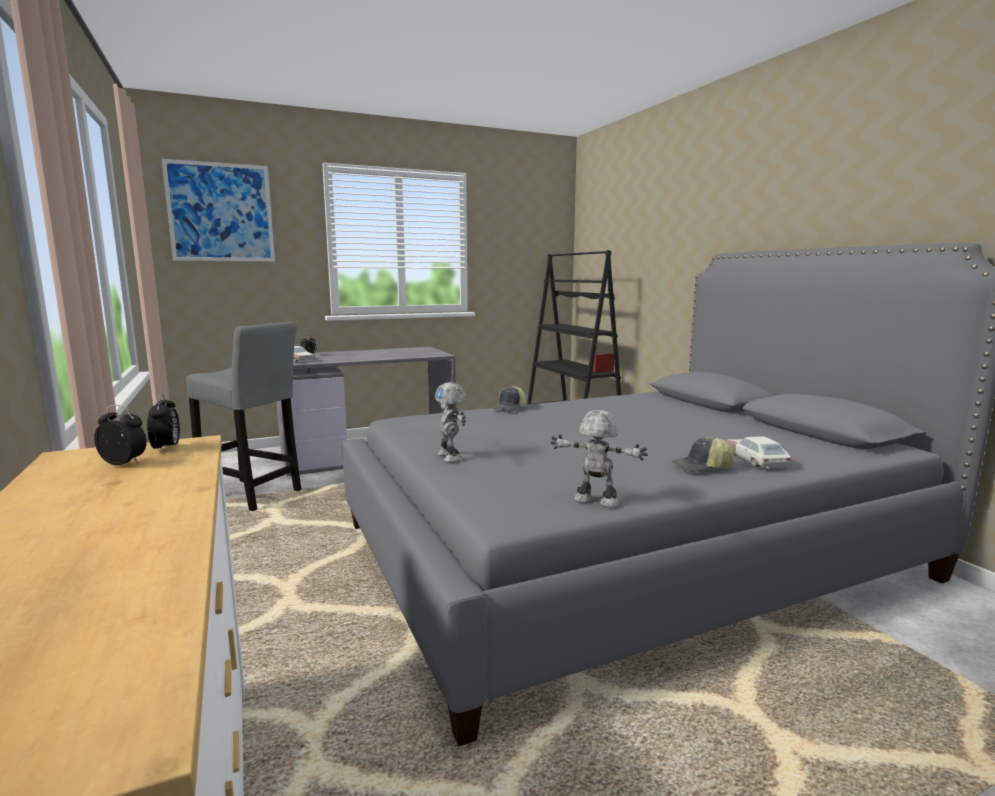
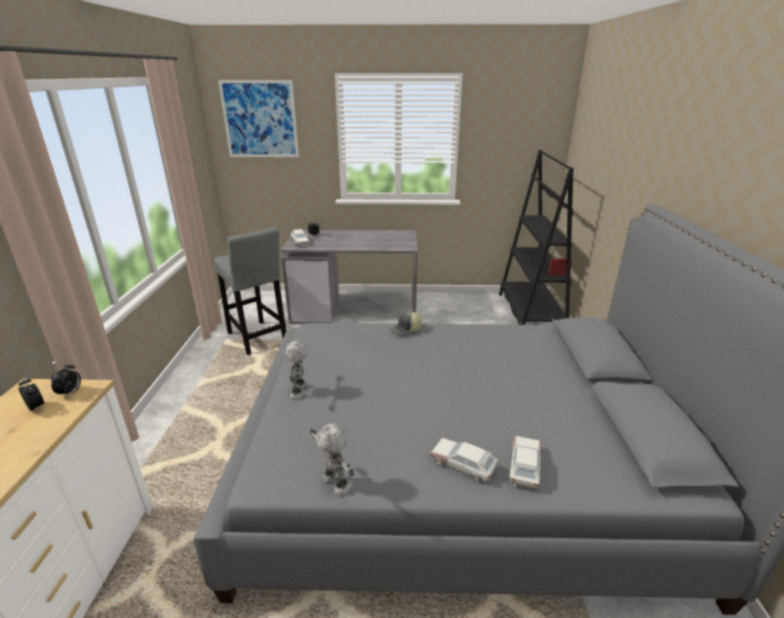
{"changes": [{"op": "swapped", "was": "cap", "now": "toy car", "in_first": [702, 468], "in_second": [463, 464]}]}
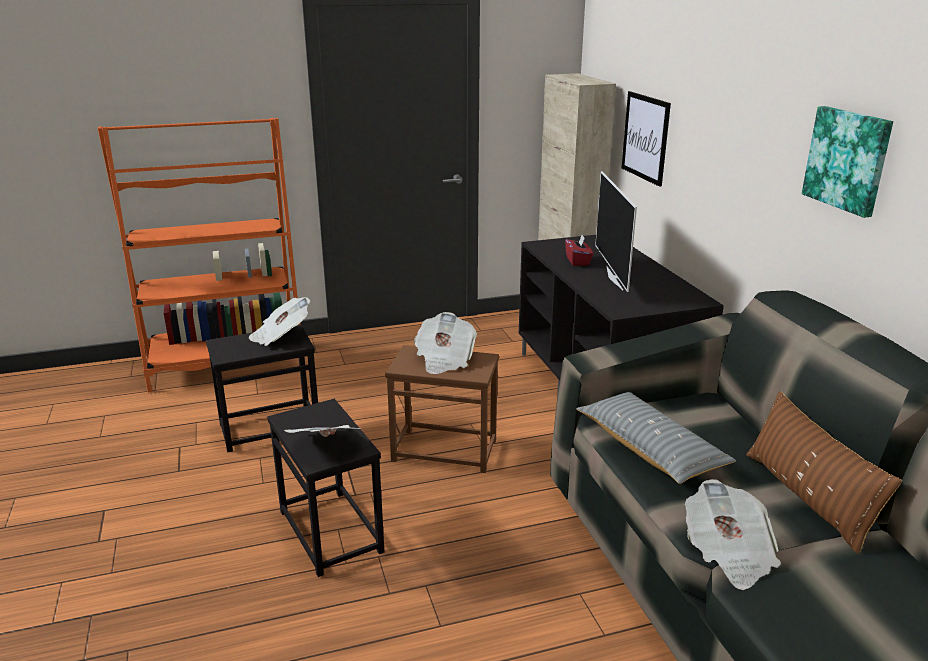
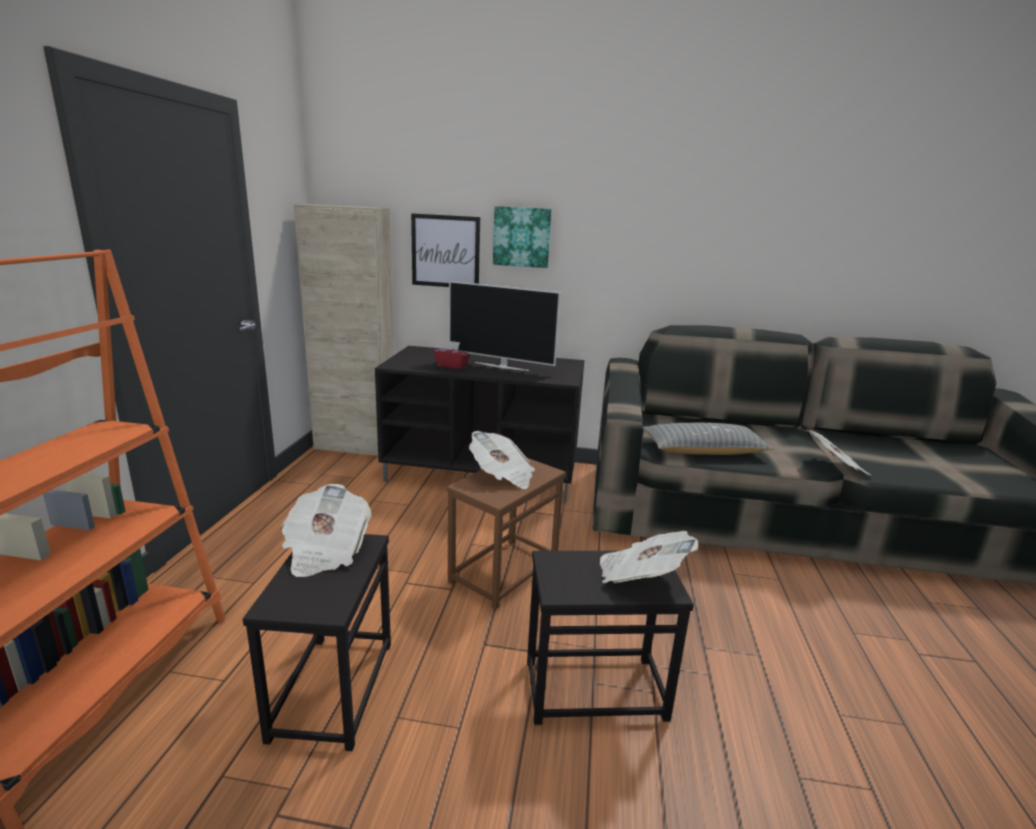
{"changes": [{"op": "shifted", "was": "picture", "in_first": [848, 160], "in_second": [522, 237]}, {"op": "gone", "was": "brown pillow", "in_first": [807, 497]}]}
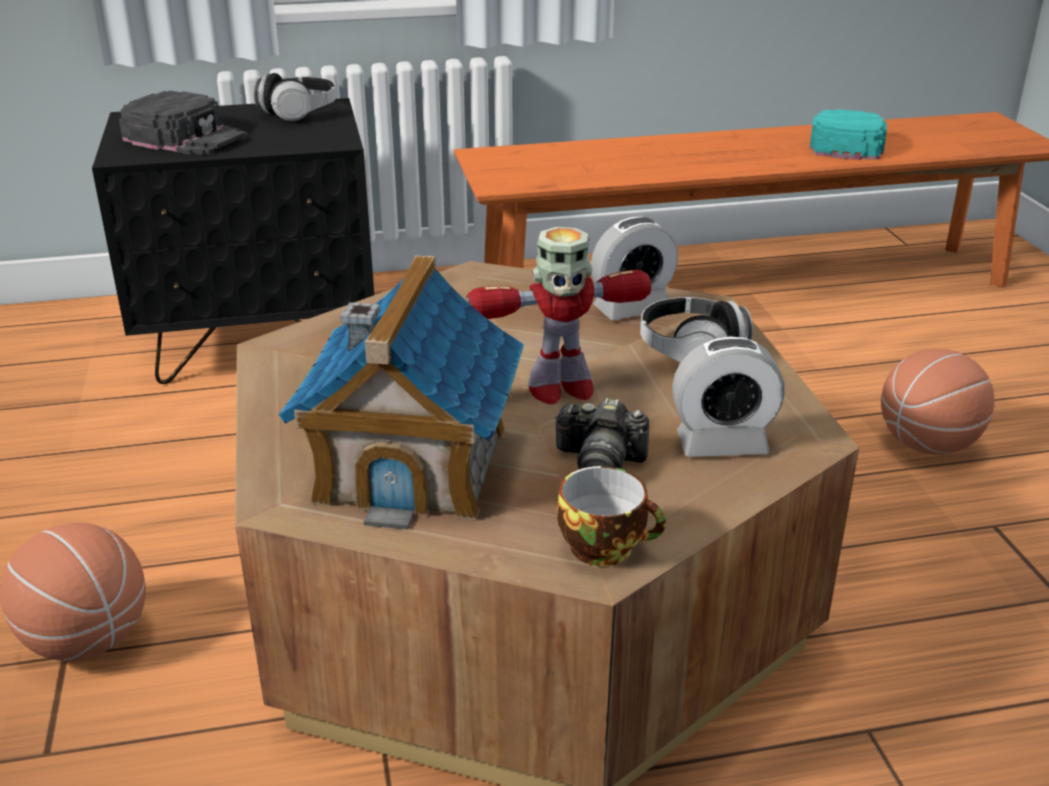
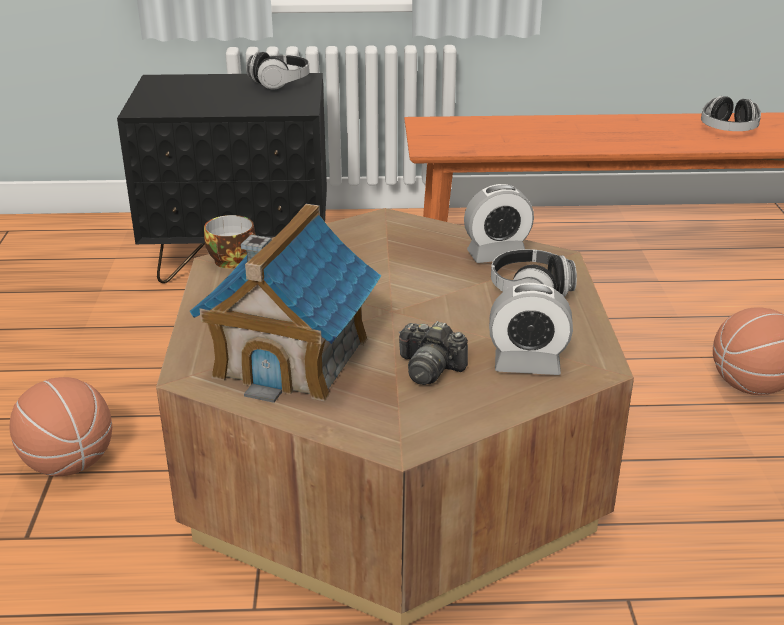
{"changes": [{"op": "shifted", "was": "cup", "in_first": [606, 546], "in_second": [235, 260]}, {"op": "swapped", "was": "turquoise cap", "now": "headphones", "in_first": [845, 143], "in_second": [728, 131]}, {"op": "gone", "was": "black cap", "in_first": [186, 137]}, {"op": "gone", "was": "toy robot", "in_first": [559, 388]}]}
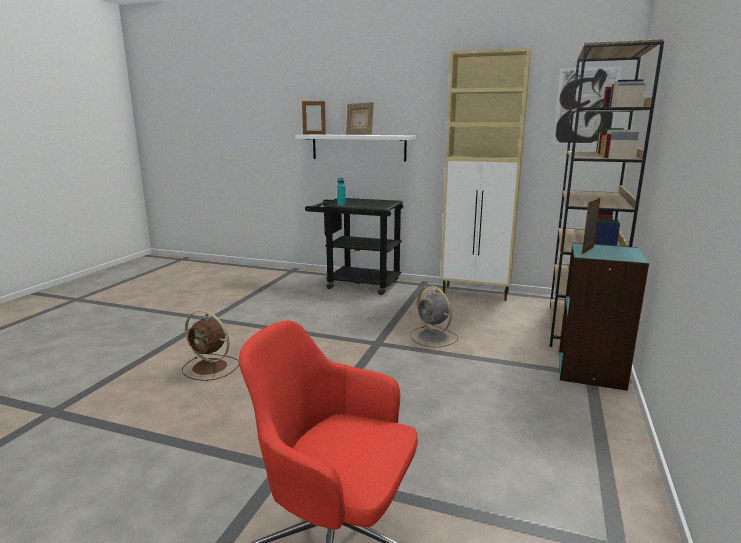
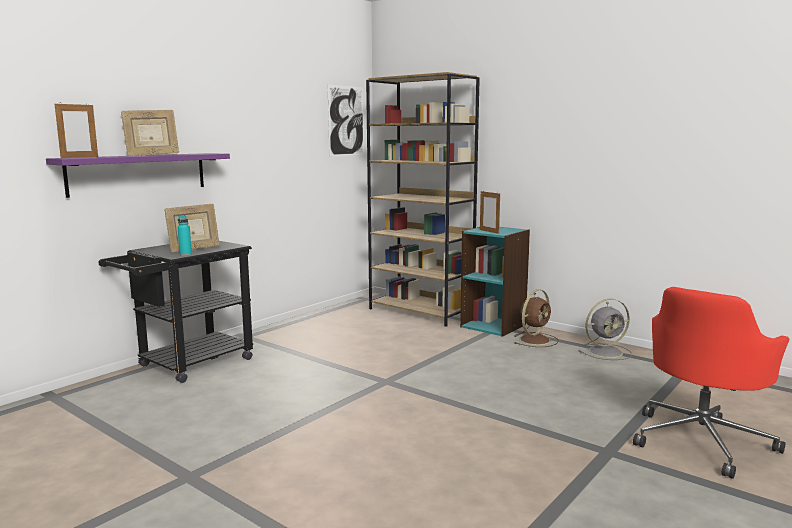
{"changes": [{"op": "repainted", "was": "white shelf", "now": "purple shelf", "in_first": [358, 147], "in_second": [139, 173]}, {"op": "new", "now": "picture frame", "in_second": [194, 249]}, {"op": "shifted", "was": "brown fan", "in_first": [211, 368], "in_second": [535, 339]}, {"op": "shifted", "was": "grey fan", "in_first": [433, 337], "in_second": [607, 352]}, {"op": "gone", "was": "beige cabinet", "in_first": [476, 293]}]}
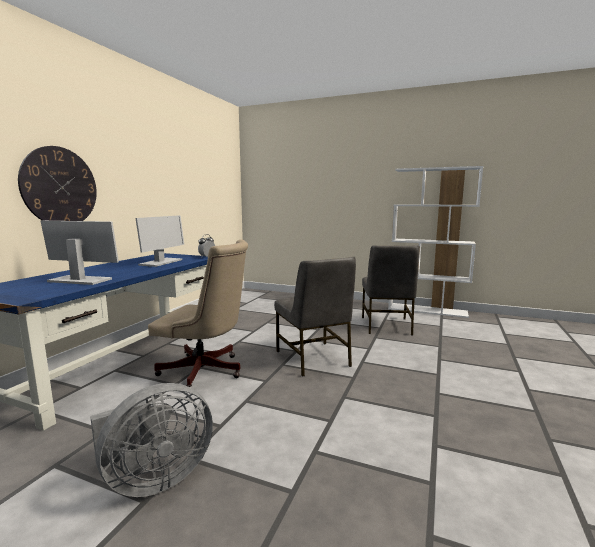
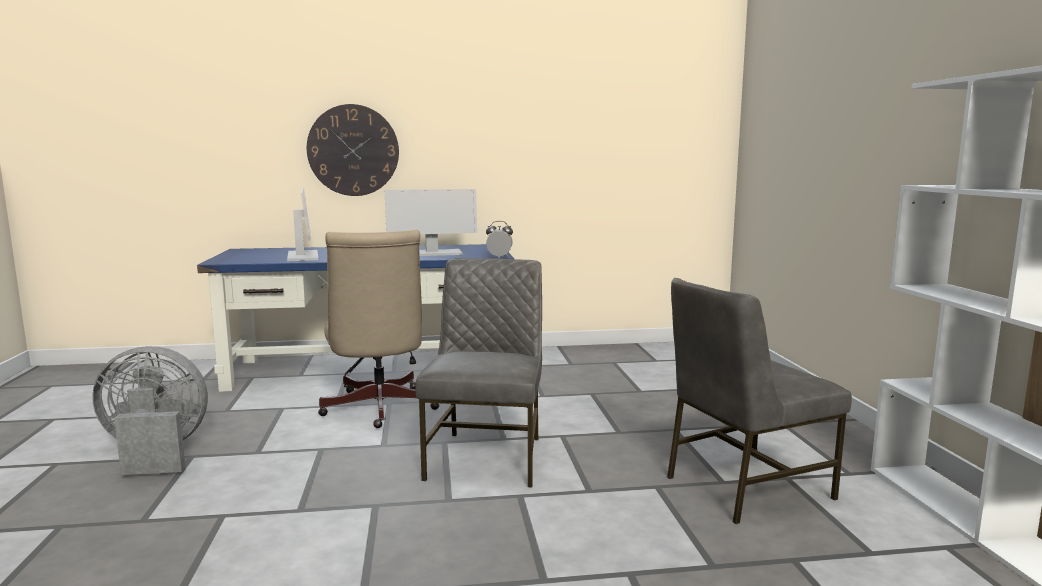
{"changes": [{"op": "rotated", "was": "grey fan", "in_first": [154, 479], "in_second": [155, 453], "clockwise": 150}, {"op": "rotated", "was": "grey chair", "in_first": [314, 359], "in_second": [487, 457], "clockwise": 150}]}
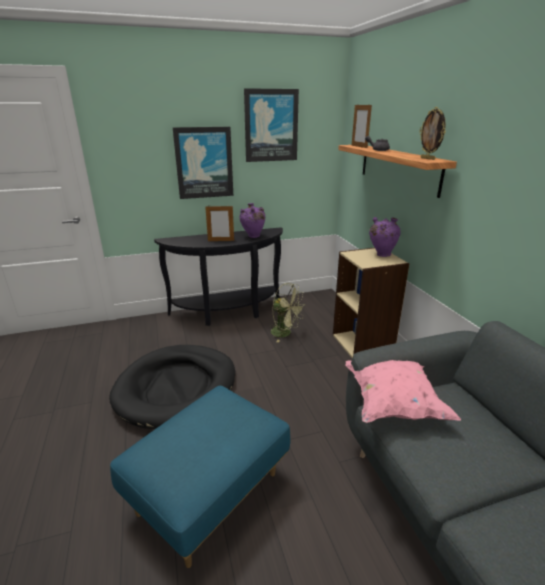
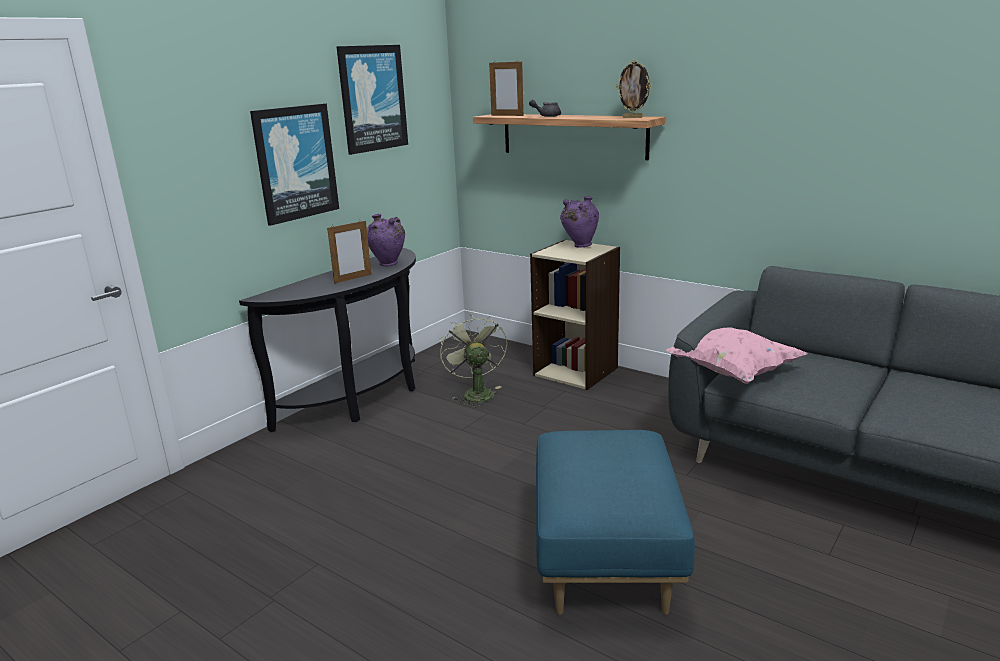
{"changes": [{"op": "rotated", "was": "green fan", "in_first": [285, 333], "in_second": [475, 393], "clockwise": -105}, {"op": "gone", "was": "black dog bed", "in_first": [177, 388]}]}
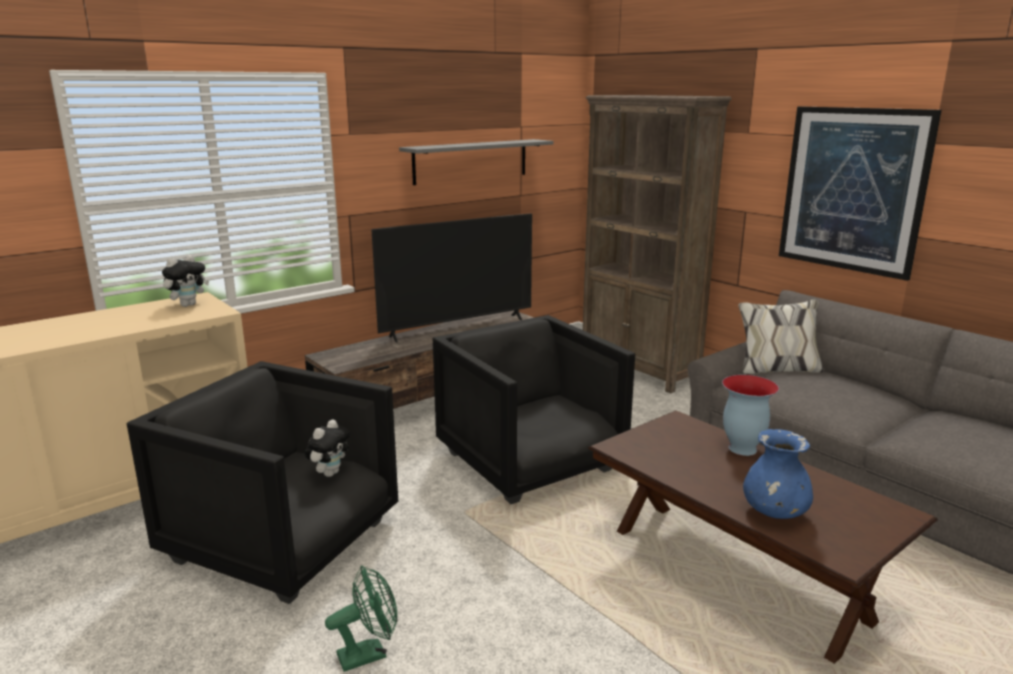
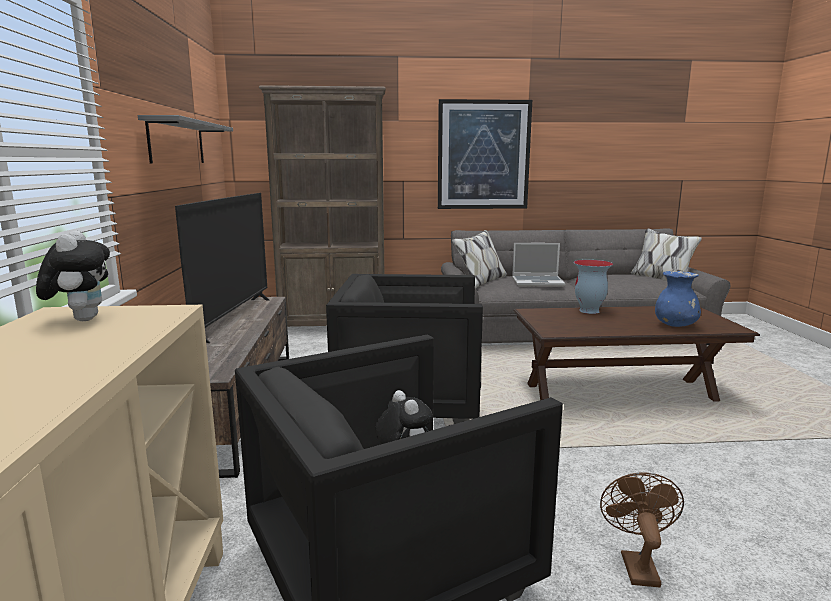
{"changes": [{"op": "new", "now": "laptop", "in_second": [538, 282]}, {"op": "repainted", "was": "green fan", "now": "brown fan", "in_first": [369, 653], "in_second": [636, 564]}]}
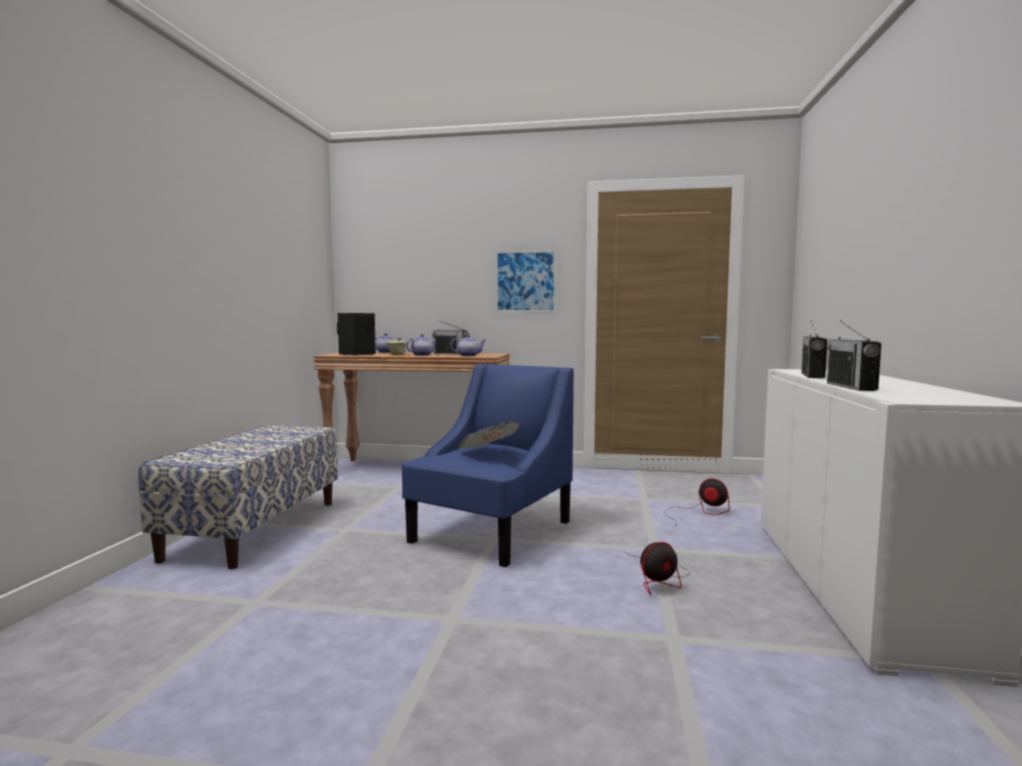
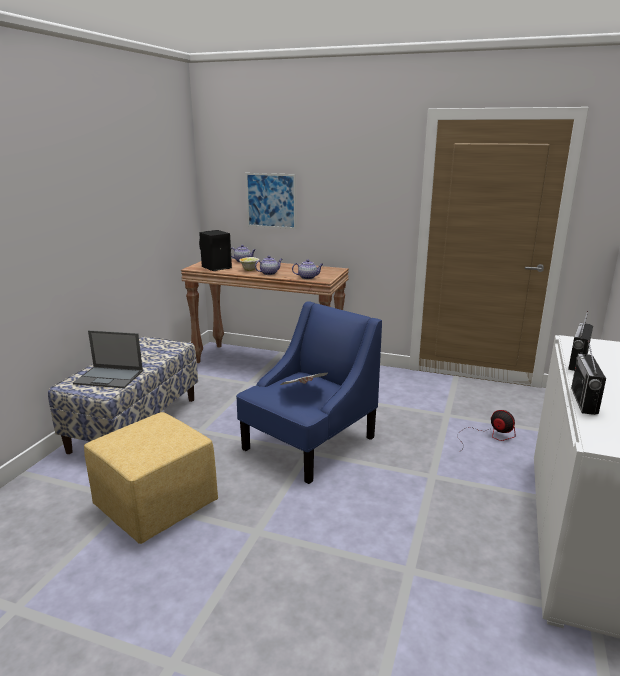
{"changes": [{"op": "new", "now": "laptop", "in_second": [110, 377]}, {"op": "new", "now": "yellow ottoman", "in_second": [156, 505]}, {"op": "shifted", "was": "picture", "in_first": [525, 281], "in_second": [271, 200]}, {"op": "gone", "was": "radio", "in_first": [450, 354]}, {"op": "gone", "was": "fan", "in_first": [659, 579]}]}
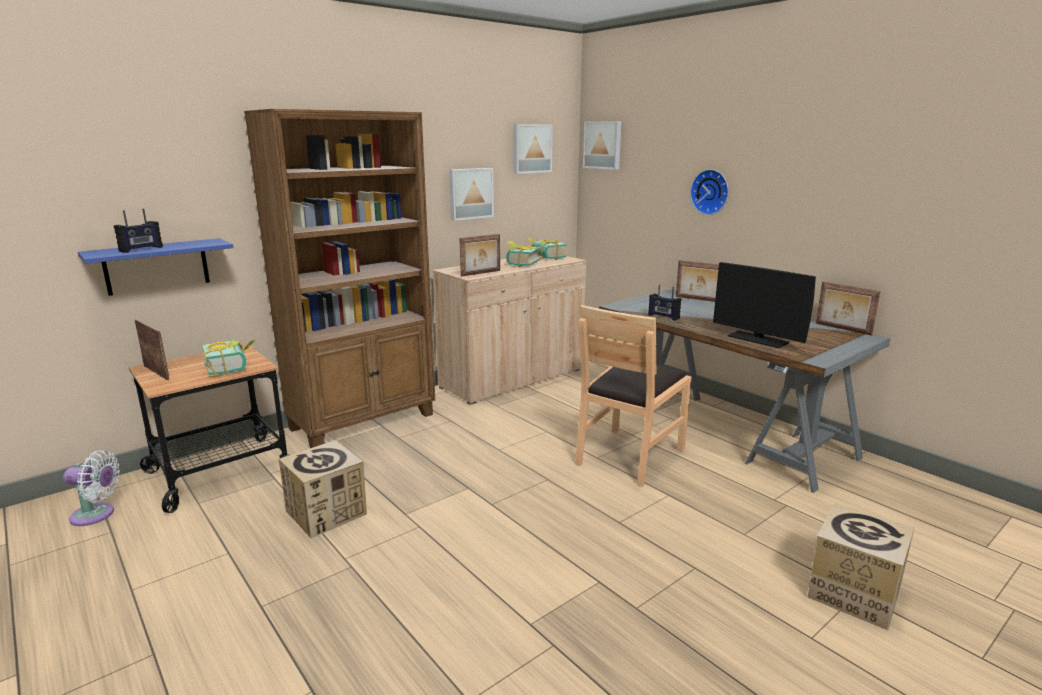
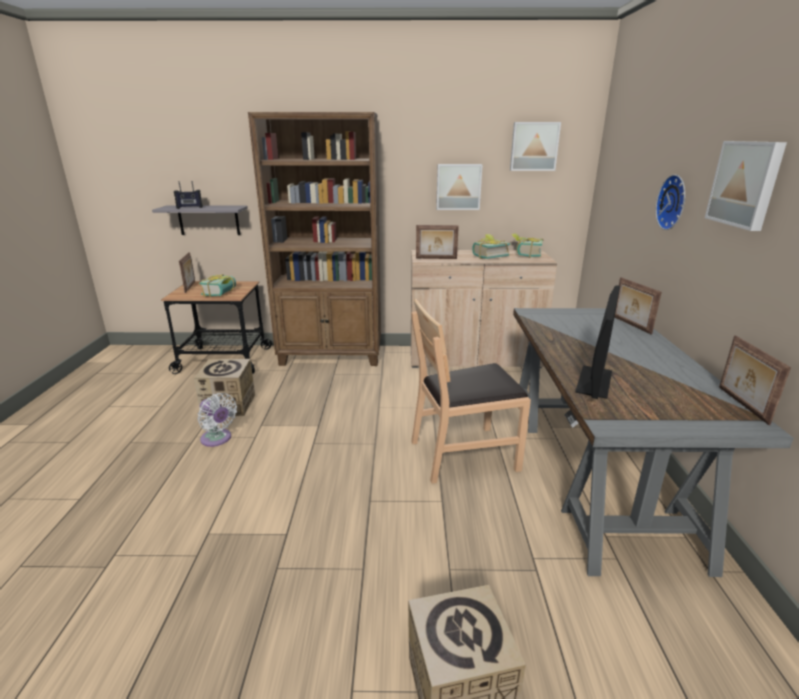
{"changes": [{"op": "repainted", "was": "blue shelf", "now": "grey shelf", "in_first": [157, 266], "in_second": [209, 220]}, {"op": "shifted", "was": "white fan", "in_first": [96, 515], "in_second": [217, 439]}, {"op": "rotated", "was": "monitor", "in_first": [757, 339], "in_second": [594, 381], "clockwise": -150}, {"op": "shifted", "was": "picture", "in_first": [603, 145], "in_second": [746, 184]}, {"op": "gone", "was": "radio", "in_first": [663, 317]}]}
